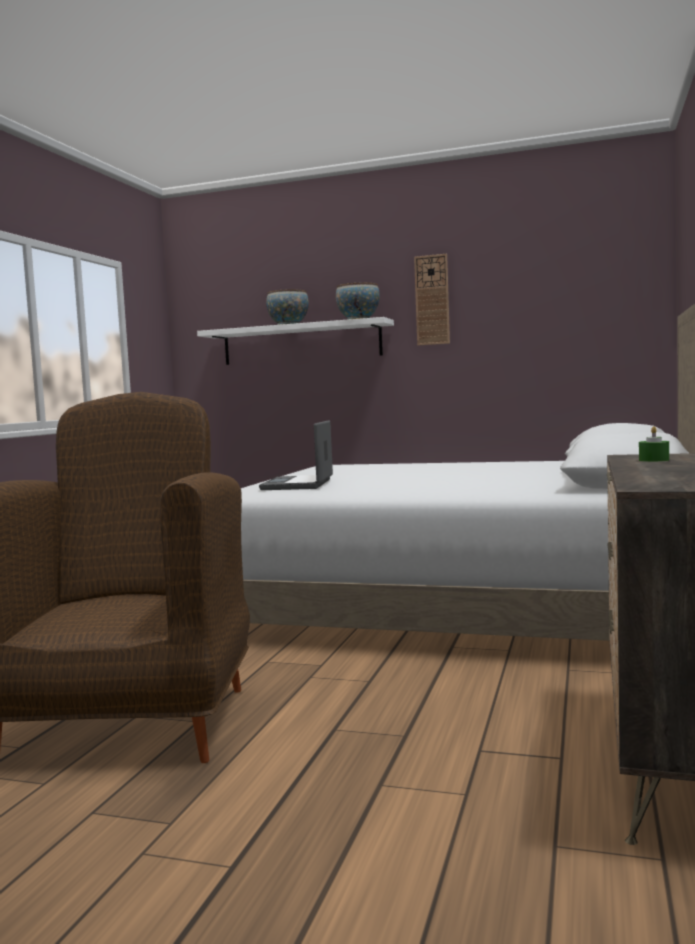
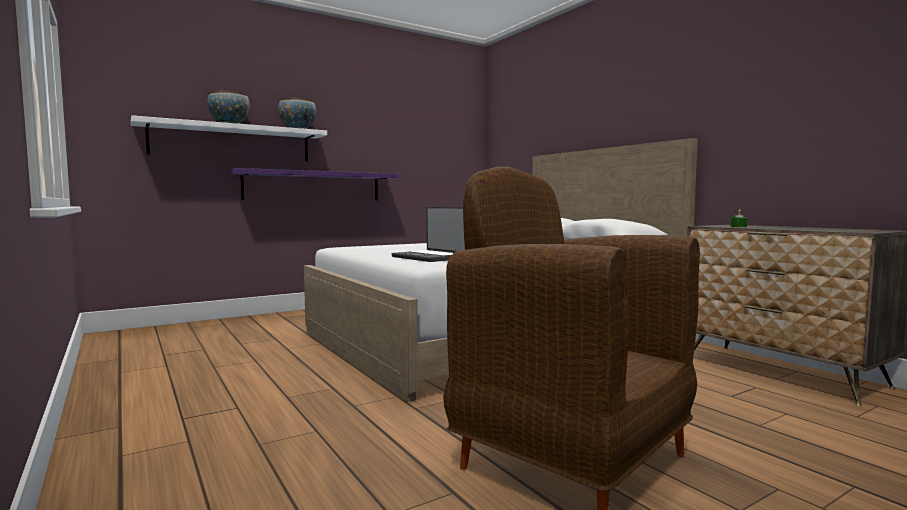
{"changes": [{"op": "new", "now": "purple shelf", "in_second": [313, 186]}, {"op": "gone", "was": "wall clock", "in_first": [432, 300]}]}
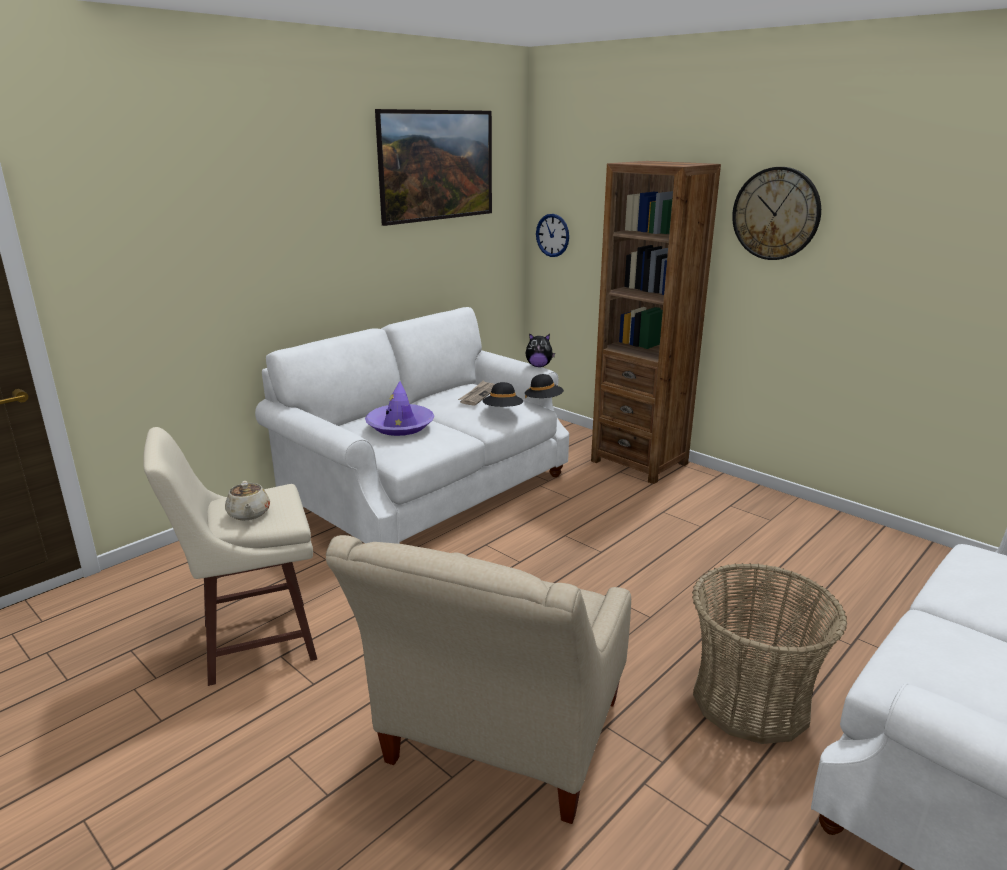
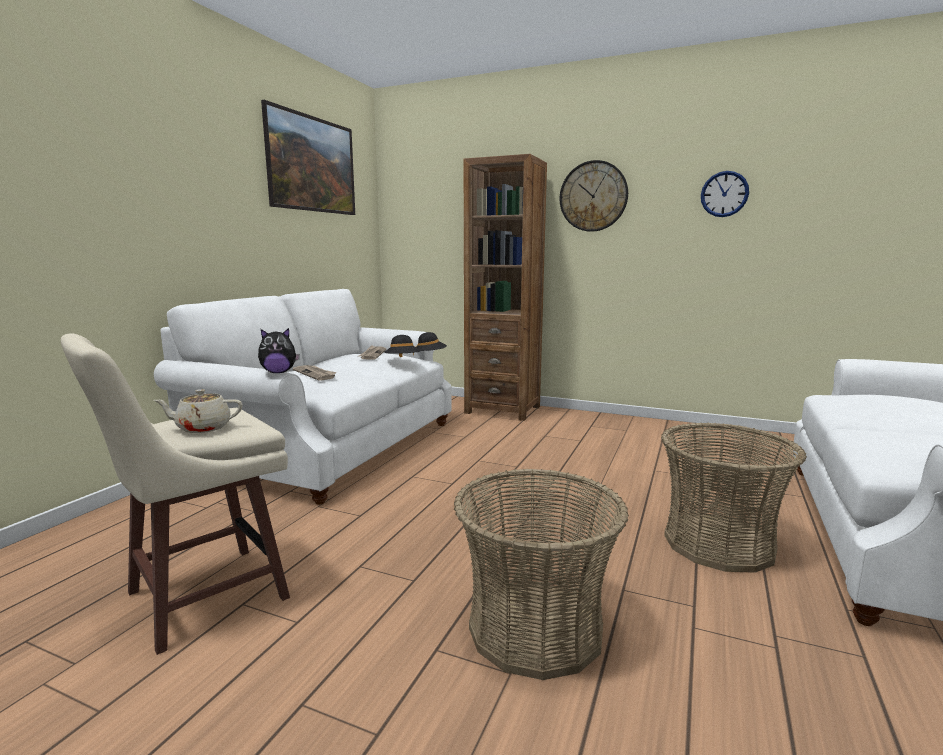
{"changes": [{"op": "rotated", "was": "beige teapot", "in_first": [249, 514], "in_second": [202, 428], "clockwise": 120}, {"op": "shifted", "was": "plush toy", "in_first": [539, 366], "in_second": [279, 372]}, {"op": "swapped", "was": "purple hat", "now": "newspaper", "in_first": [400, 426], "in_second": [315, 374]}, {"op": "swapped", "was": "beige armchair", "now": "basket", "in_first": [498, 743], "in_second": [535, 629]}, {"op": "shifted", "was": "wall clock", "in_first": [552, 235], "in_second": [724, 194]}]}
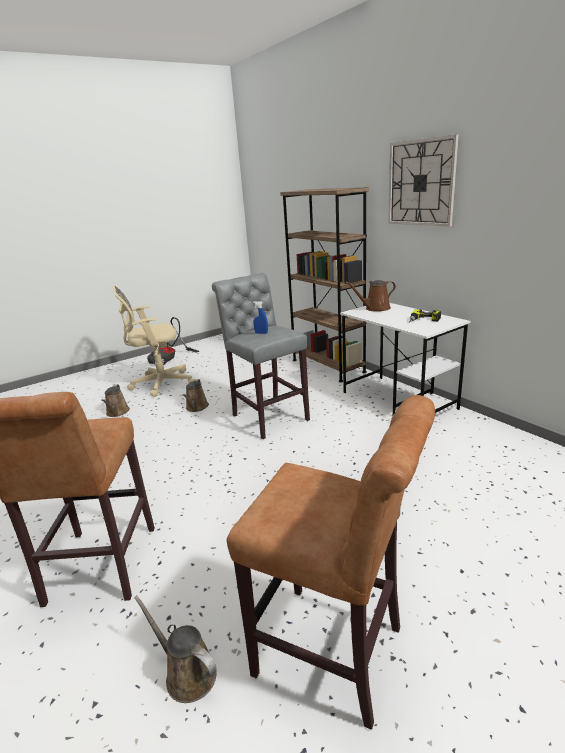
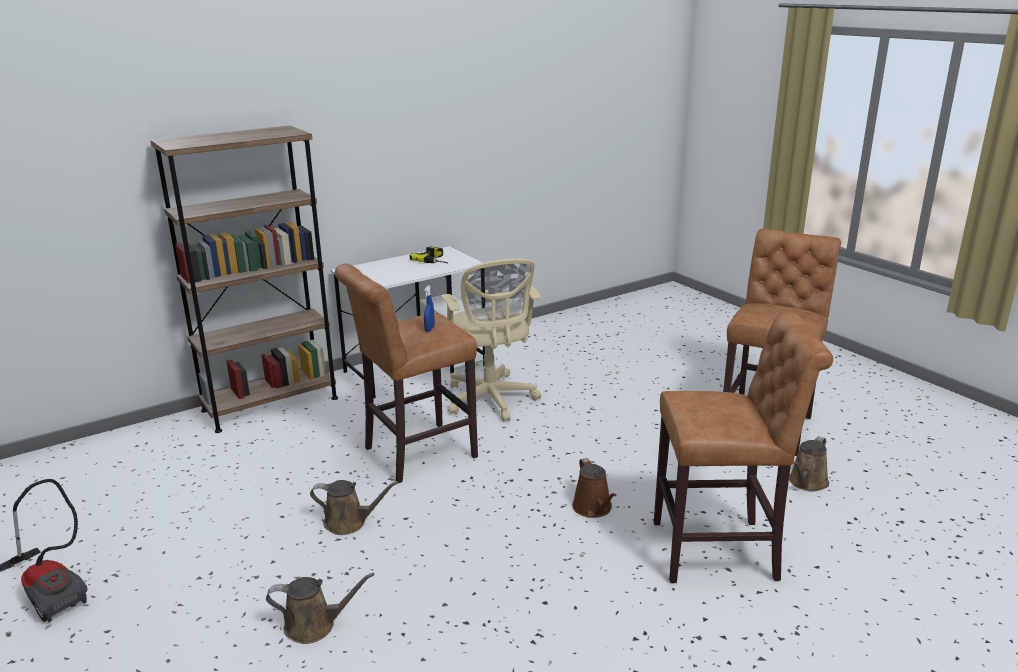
{"changes": [{"op": "repainted", "was": "grey stool", "now": "brown stool", "in_first": [268, 416], "in_second": [414, 454]}, {"op": "shifted", "was": "beige office chair", "in_first": [159, 384], "in_second": [491, 400]}, {"op": "shifted", "was": "brown watering can", "in_first": [375, 308], "in_second": [593, 508]}, {"op": "gone", "was": "wall clock", "in_first": [421, 183]}]}
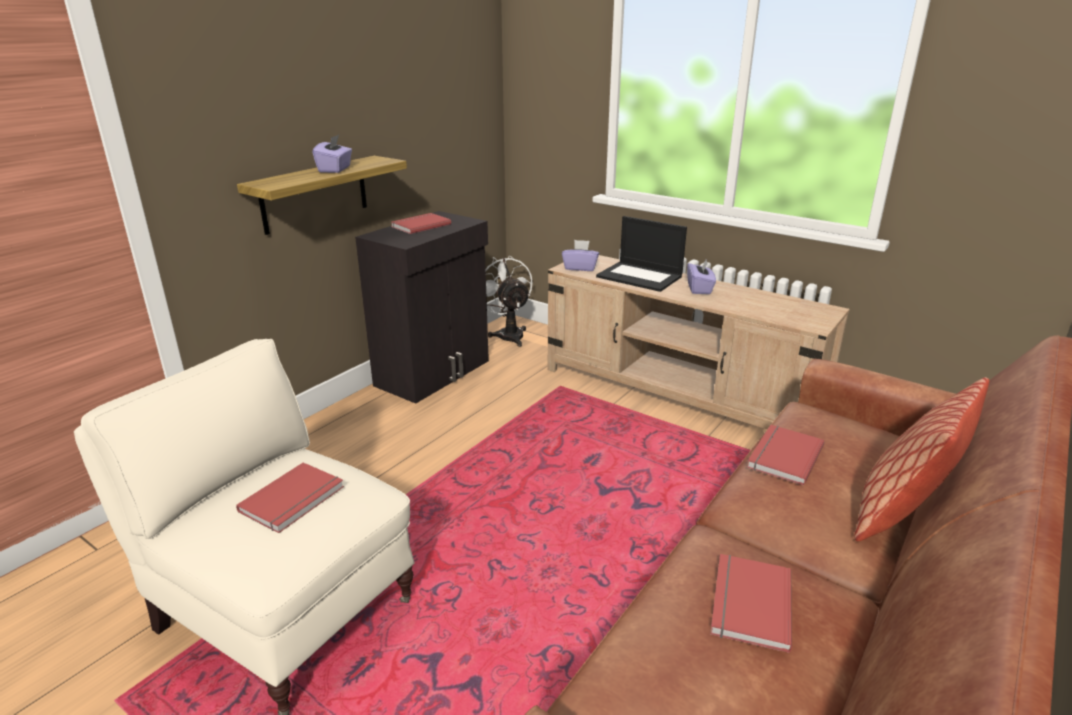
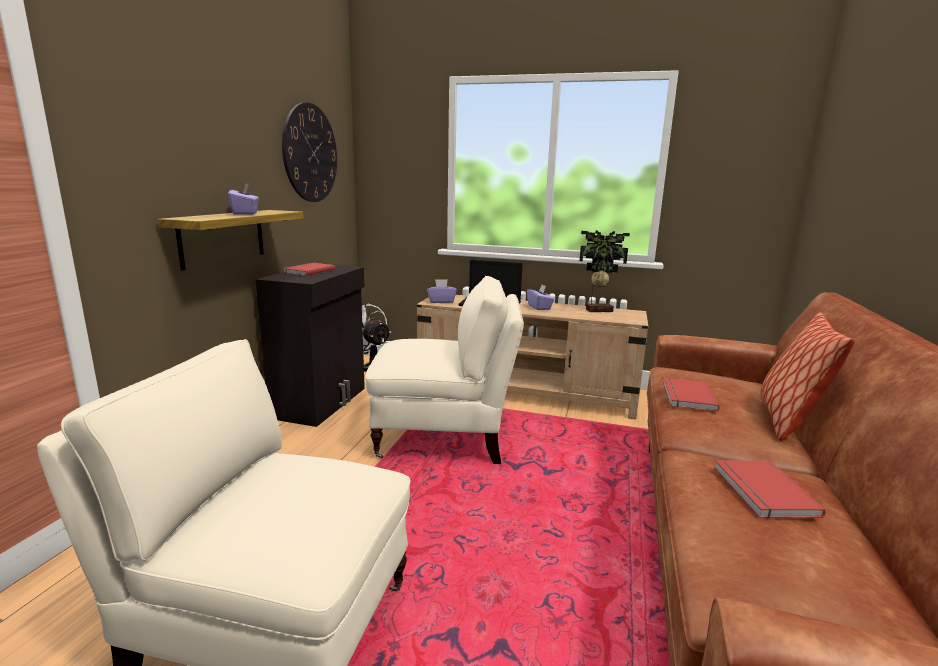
{"changes": [{"op": "new", "now": "wall clock", "in_second": [310, 153]}, {"op": "new", "now": "beige armchair", "in_second": [446, 437]}, {"op": "new", "now": "potted plant", "in_second": [598, 310]}, {"op": "gone", "was": "red book", "in_first": [294, 500]}]}
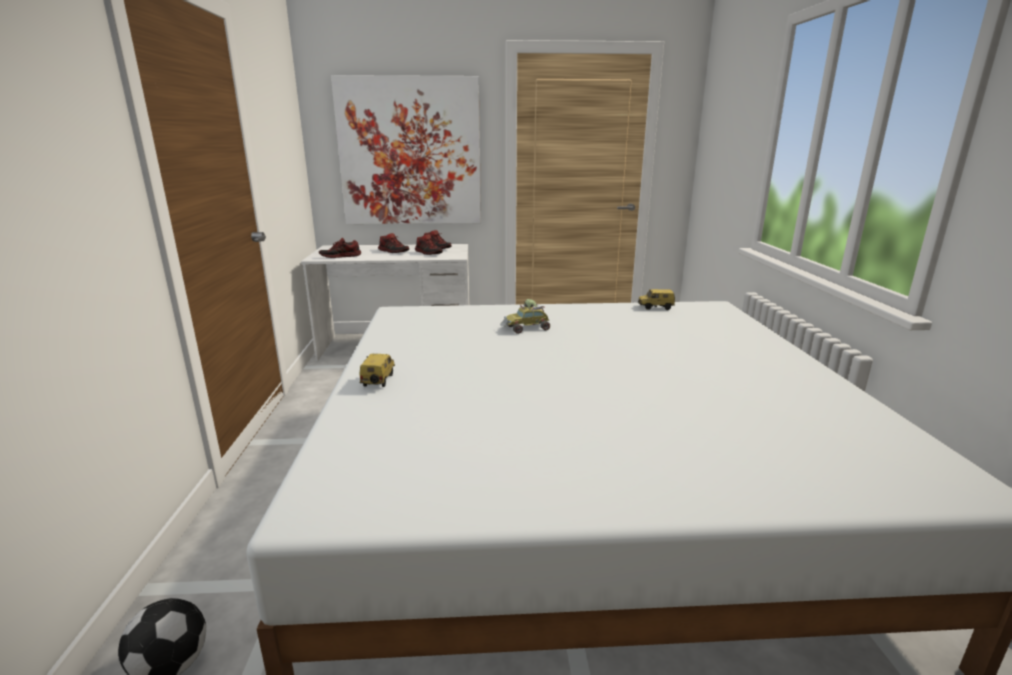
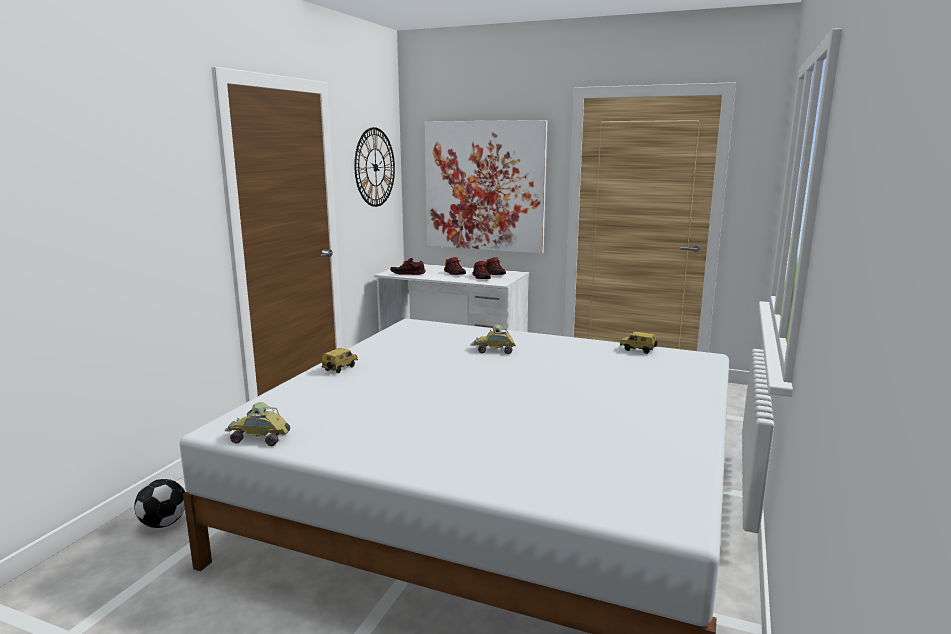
{"changes": [{"op": "new", "now": "toy car", "in_second": [259, 438]}, {"op": "new", "now": "wall clock", "in_second": [375, 167]}]}
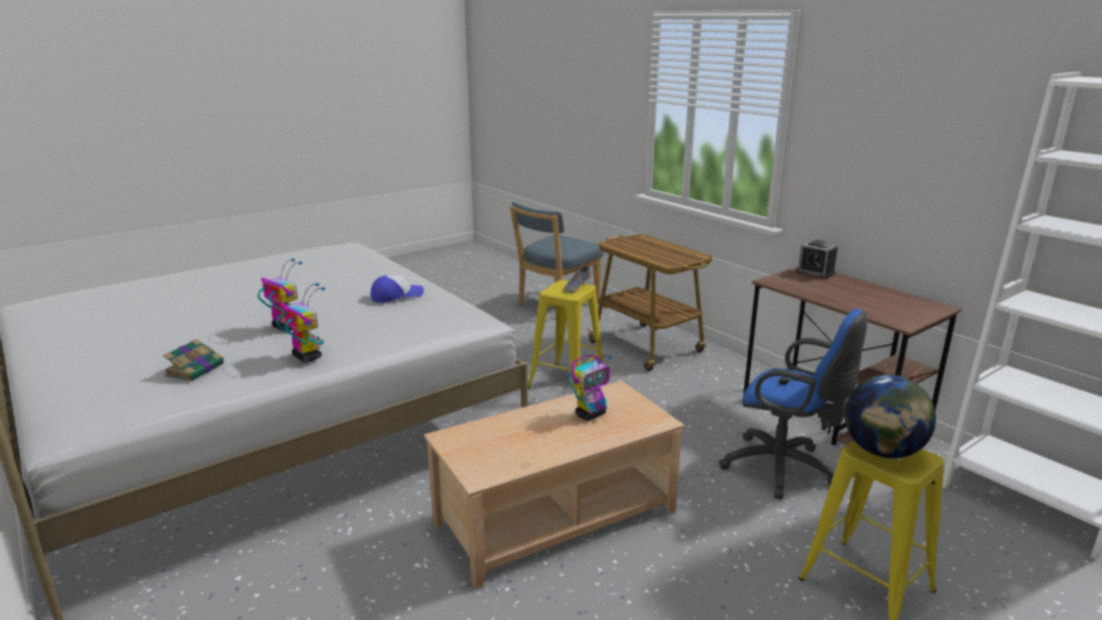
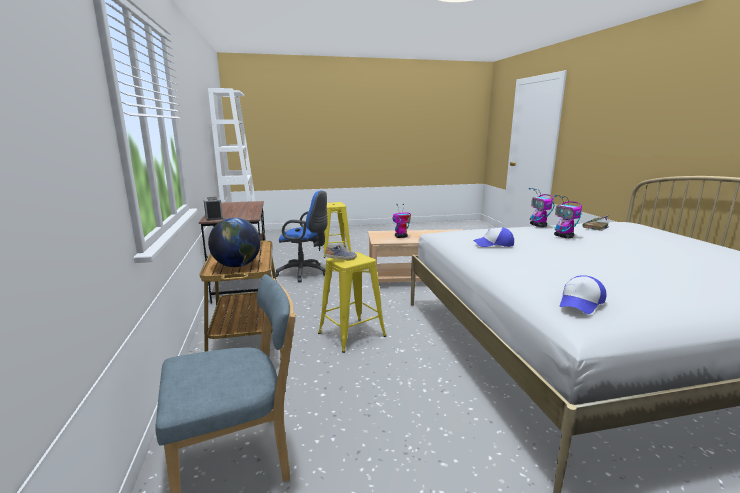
{"changes": [{"op": "shifted", "was": "globe", "in_first": [882, 451], "in_second": [237, 265]}, {"op": "rotated", "was": "blue office chair", "in_first": [784, 470], "in_second": [305, 273], "clockwise": 135}, {"op": "new", "now": "cap", "in_second": [581, 303]}]}
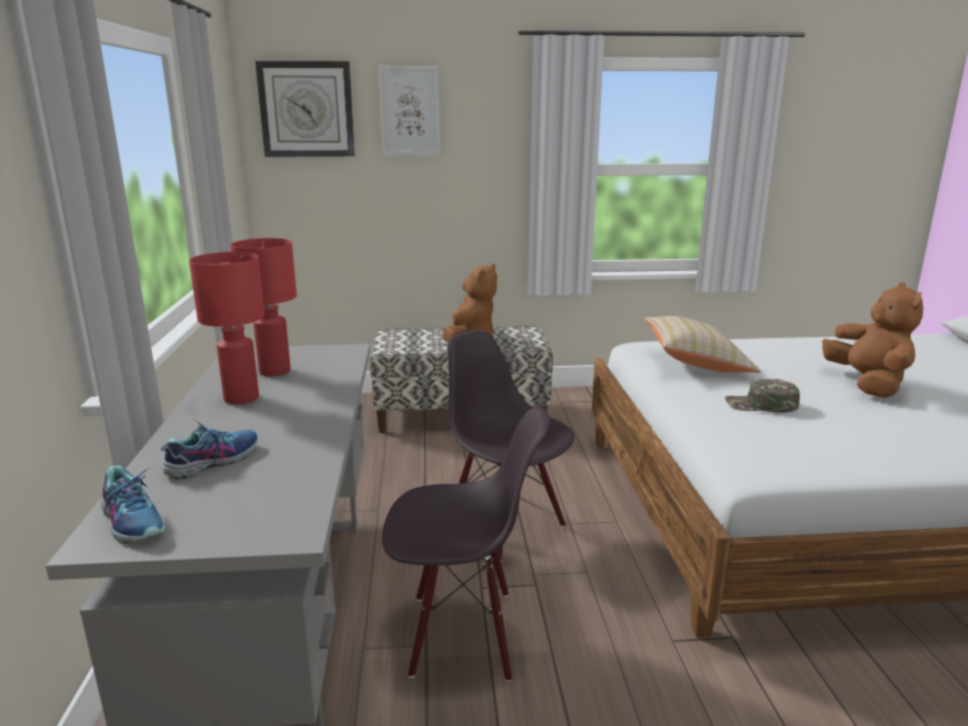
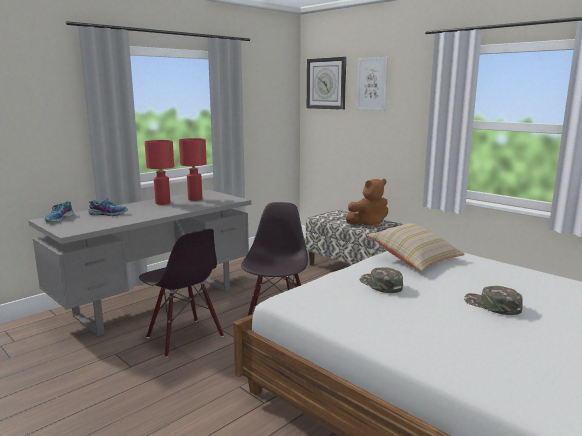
{"changes": [{"op": "swapped", "was": "brown plush toy", "now": "green cap", "in_first": [867, 384], "in_second": [492, 305]}]}
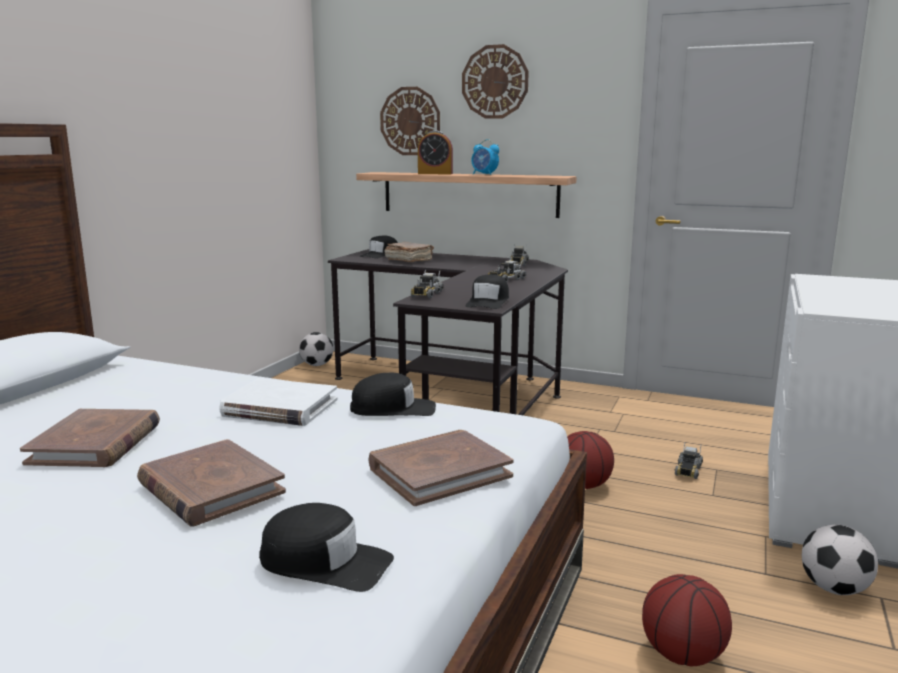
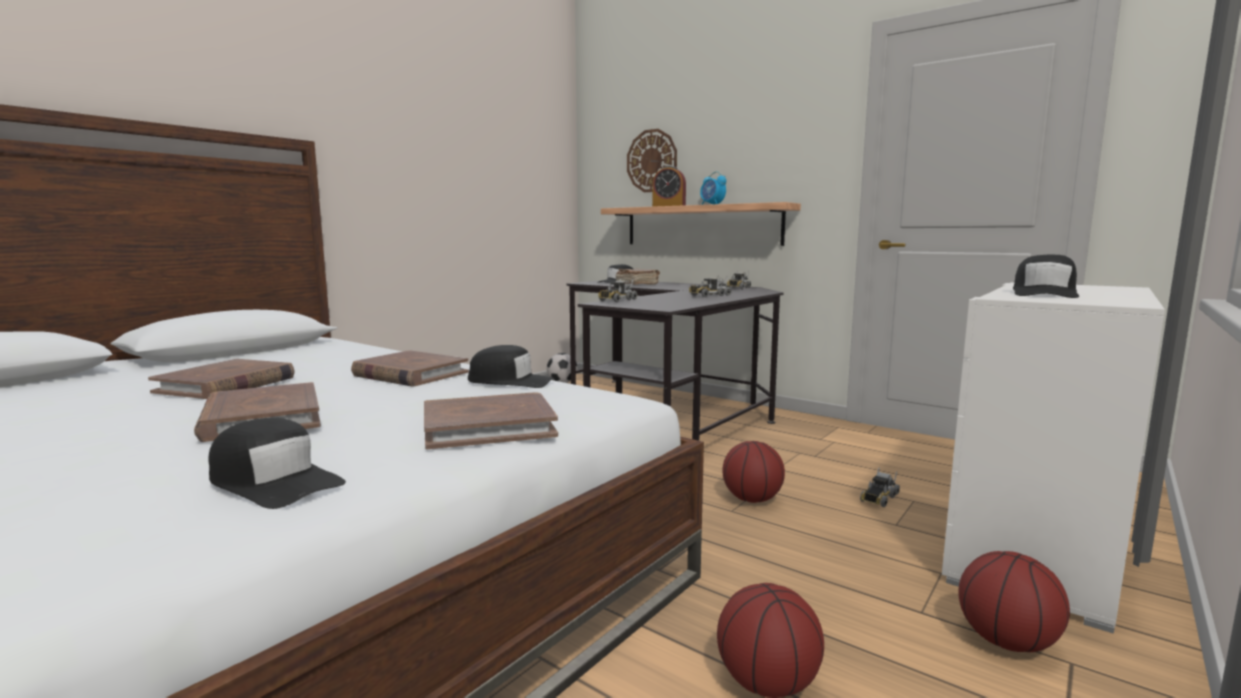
{"changes": [{"op": "repainted", "was": "white book", "now": "brown book", "in_first": [279, 408], "in_second": [410, 374]}, {"op": "swapped", "was": "football", "now": "basketball", "in_first": [834, 589], "in_second": [1007, 642]}, {"op": "shifted", "was": "black cap", "in_first": [488, 302], "in_second": [1044, 293]}, {"op": "gone", "was": "wall clock", "in_first": [495, 82]}]}
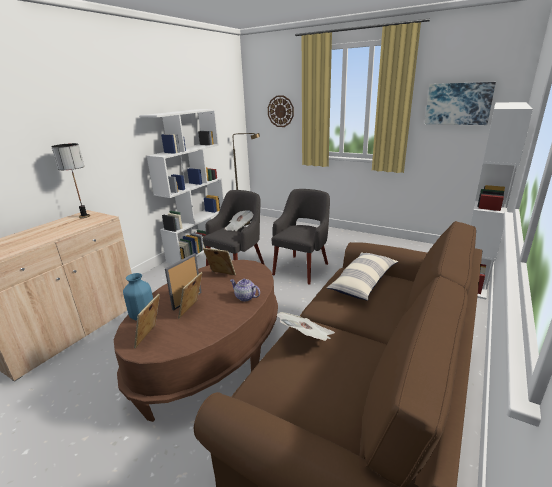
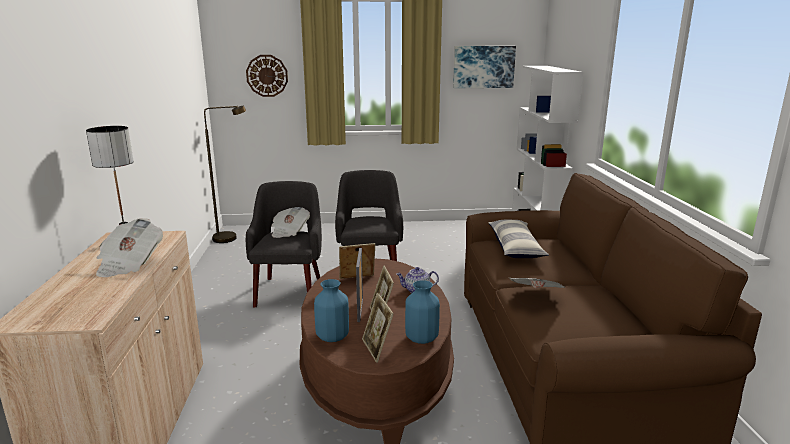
{"changes": [{"op": "new", "now": "newspaper", "in_second": [129, 264]}, {"op": "new", "now": "blue vase", "in_second": [421, 338]}, {"op": "gone", "was": "white bookcase", "in_first": [198, 249]}]}
